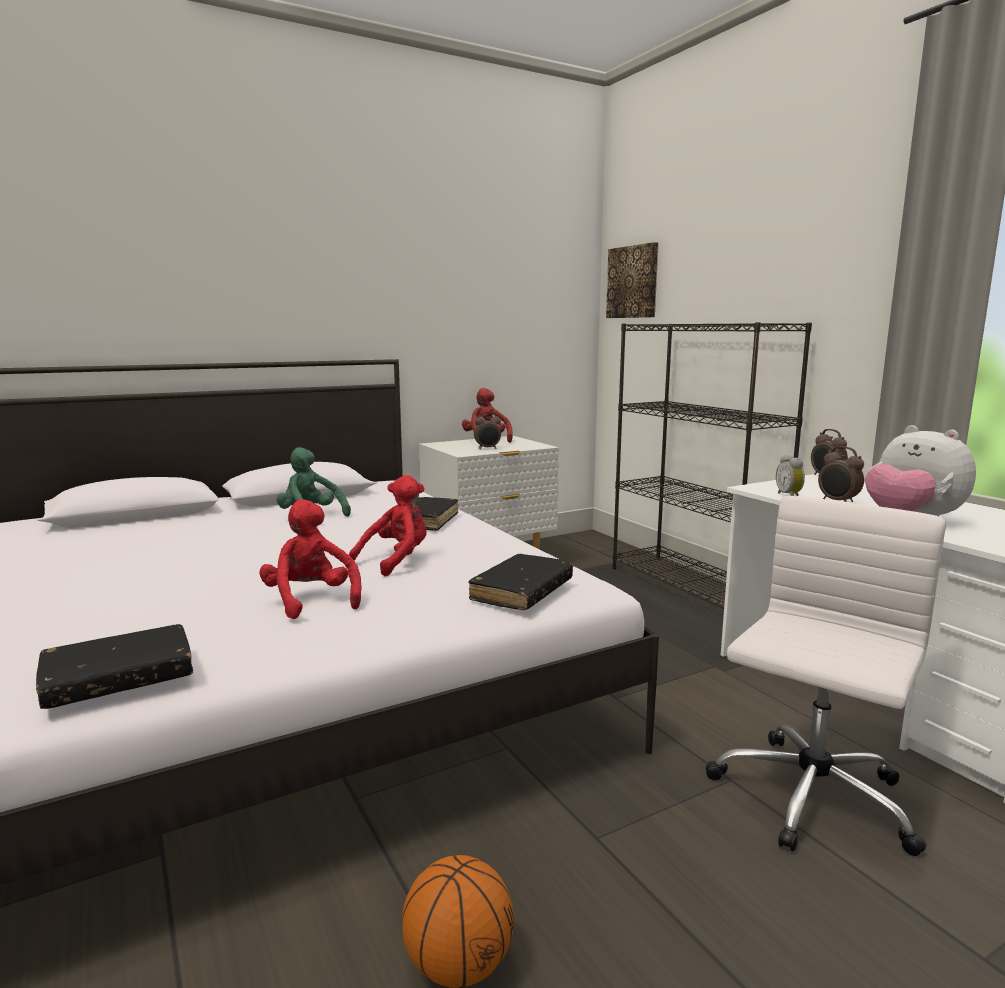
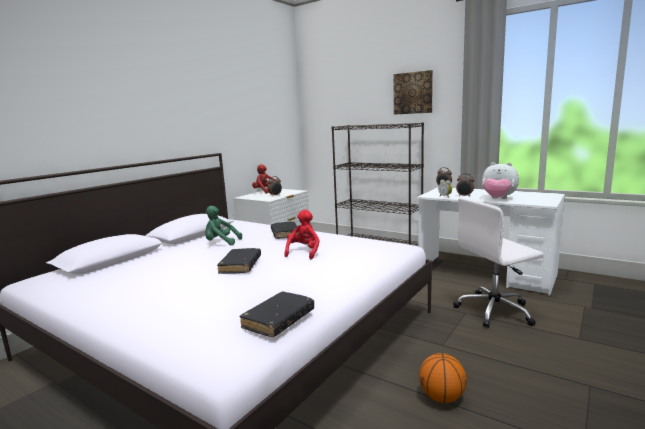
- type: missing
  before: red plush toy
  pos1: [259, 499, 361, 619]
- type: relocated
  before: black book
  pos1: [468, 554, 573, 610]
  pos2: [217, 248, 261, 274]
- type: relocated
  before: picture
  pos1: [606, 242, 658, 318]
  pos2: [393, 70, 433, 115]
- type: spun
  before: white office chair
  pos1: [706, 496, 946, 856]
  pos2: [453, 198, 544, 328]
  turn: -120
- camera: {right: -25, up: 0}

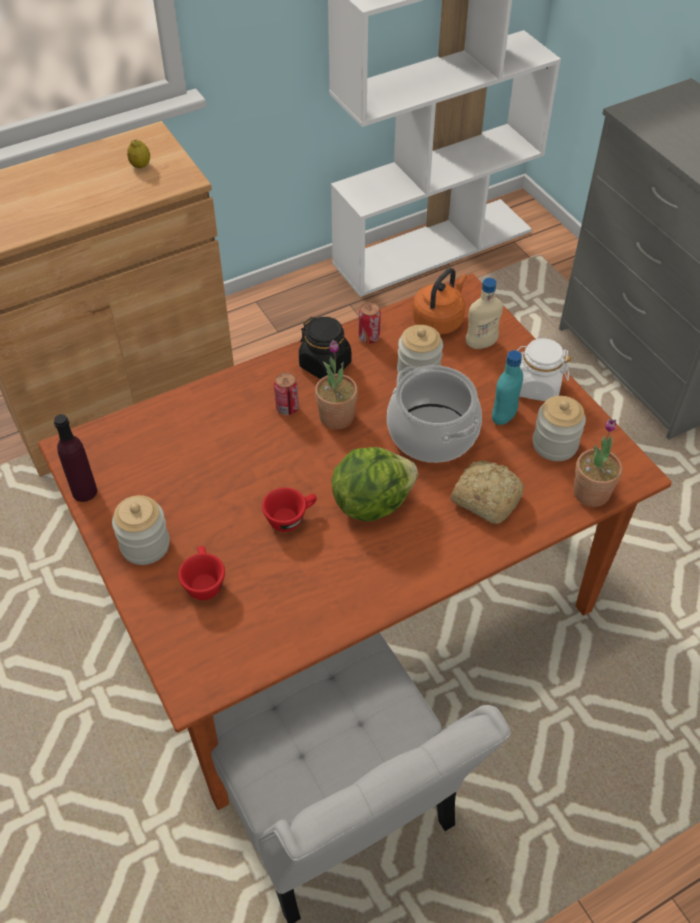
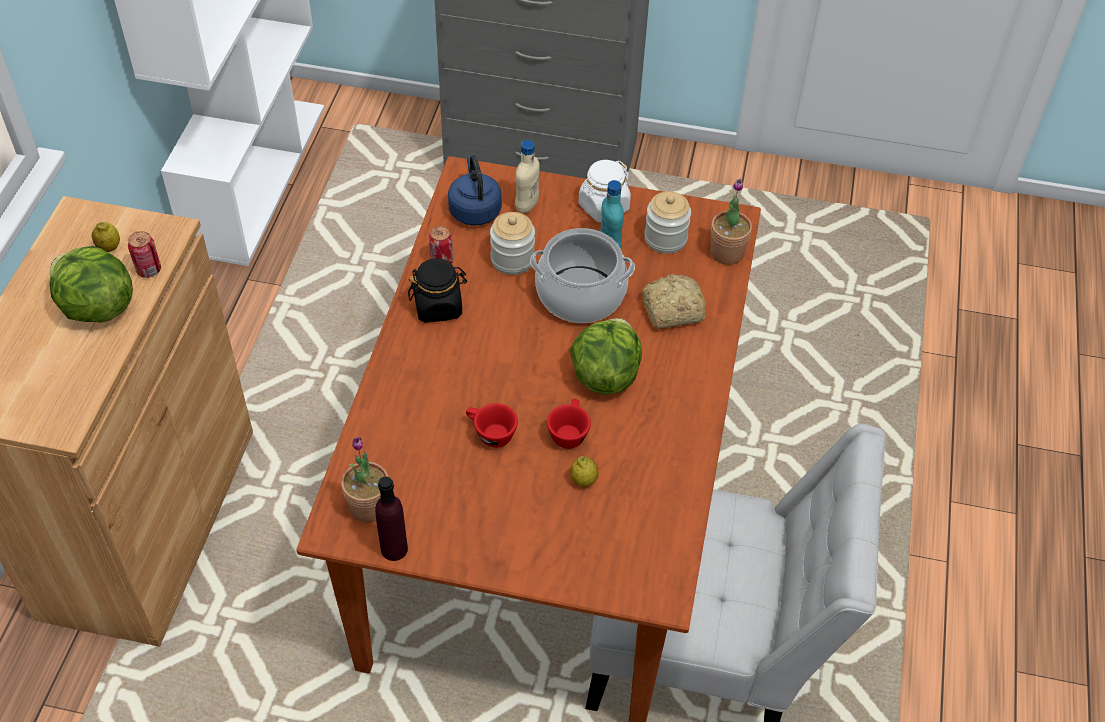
- type: missing
  before: jar
  pos1: [112, 495, 170, 565]
- type: relocated
  before: red cup
  pos1: [178, 546, 225, 600]
  pos2: [466, 403, 518, 448]
- type: relocated
  before: can
  pos1: [274, 372, 299, 415]
  pos2: [128, 231, 161, 278]
- type: relocated
  before: potted plant
  pos1: [315, 340, 358, 430]
  pos2: [341, 437, 389, 523]
- type: colour
  before: orange kettle
  after: blue kettle
  pos1: [412, 268, 467, 335]
  pos2: [448, 155, 502, 226]
- type: appeared
  after: lettuce
  pos2: [49, 246, 133, 323]
- type: appeared
  after: lemon
  pos2: [570, 456, 598, 487]
- camera: {right: -50, up: 0}

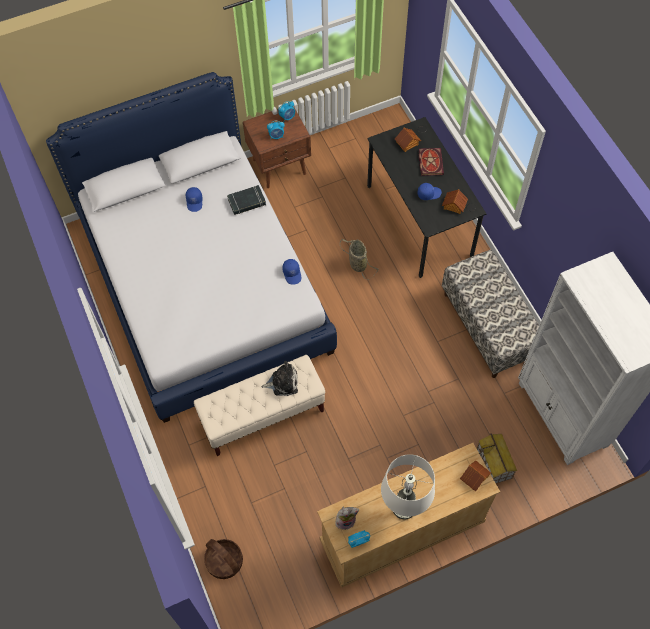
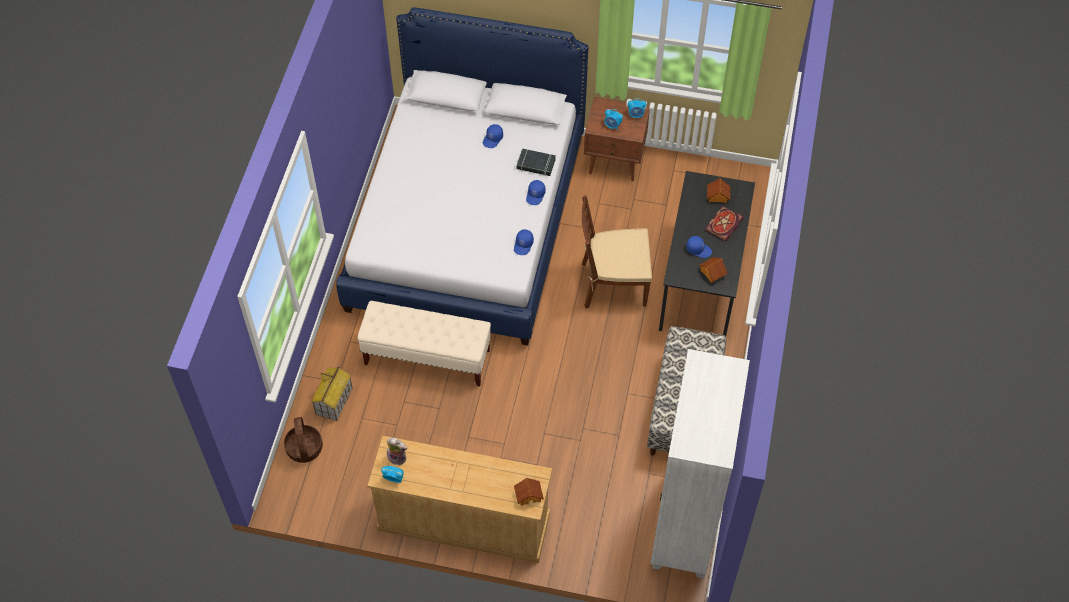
- type: missing
  before: plush toy
  pos1: [262, 361, 298, 396]
- type: exchanged
  before: basket
  after: brown chair
  pos1: [340, 239, 379, 280]
  pos2: [582, 195, 652, 308]
- type: missing
  before: white table lamp
  pos1: [381, 454, 435, 519]
- type: relocated
  before: toy house
  pos1: [477, 433, 517, 483]
  pos2: [311, 366, 353, 421]
- type: appeared
  after: blue cap
  pos2: [526, 180, 546, 205]
- camera: {right: 35, up: -5}

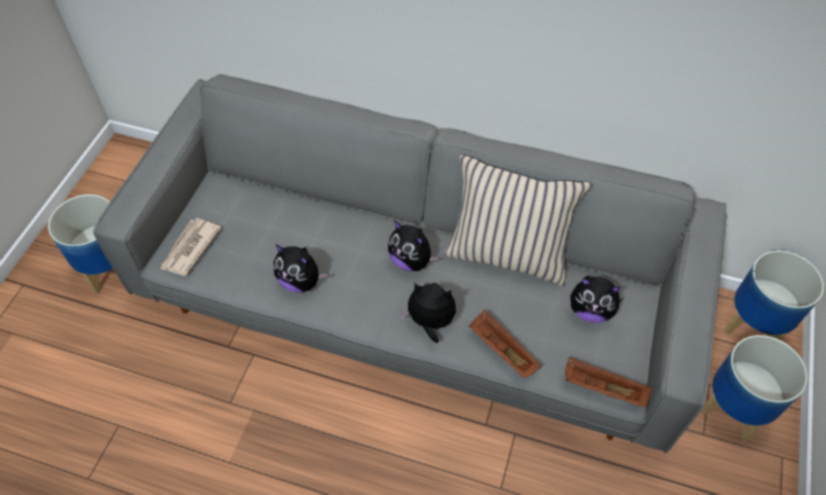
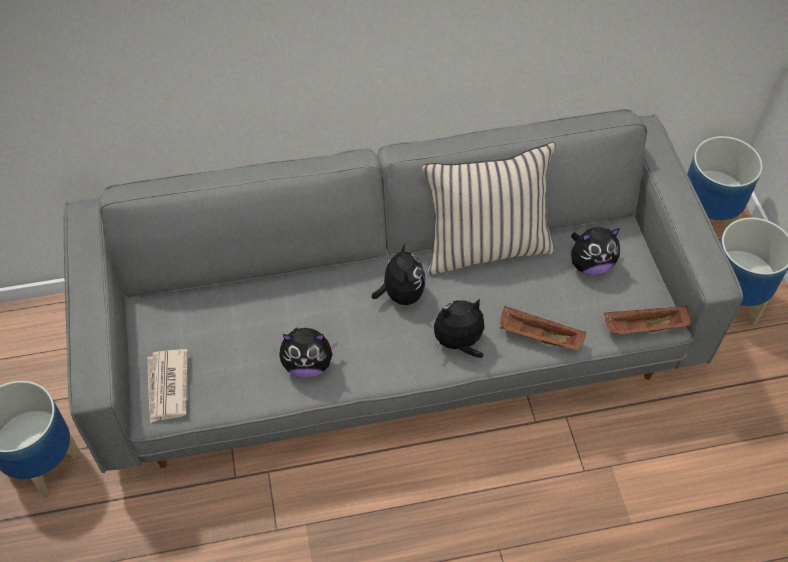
- type: spun
  before: plush toy
  pos1: [388, 221, 439, 272]
  pos2: [372, 243, 426, 305]
  turn: -105
- camera: {right: -30, up: 0}

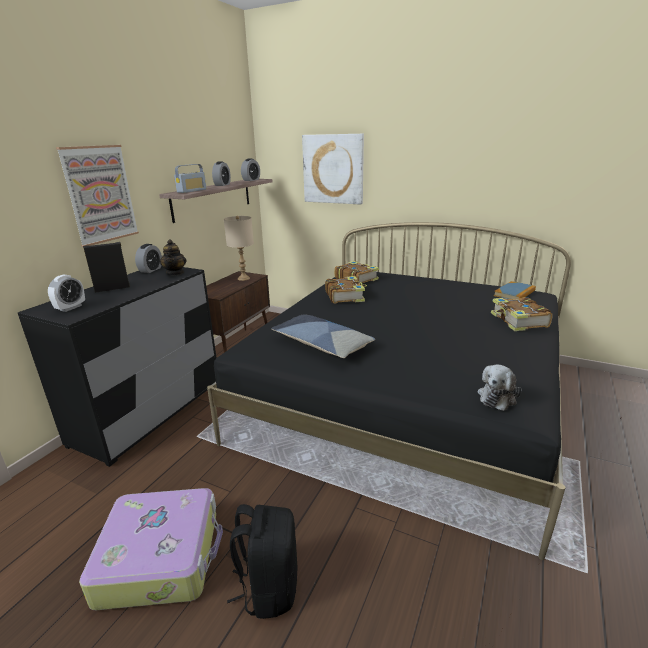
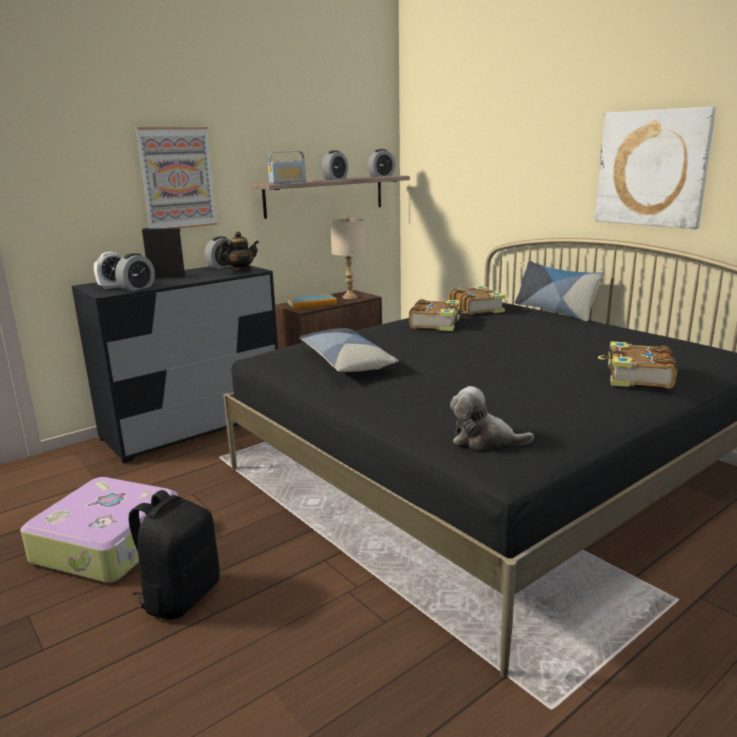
- type: spun
  before: teapot
  pos1: [160, 240, 186, 275]
  pos2: [218, 231, 259, 272]
  turn: -135
- type: relocated
  before: picture
  pos1: [302, 134, 364, 205]
  pos2: [595, 106, 716, 229]
- type: spun
  before: plush toy
  pos1: [477, 364, 522, 411]
  pos2: [450, 386, 534, 450]
  turn: 45
- type: relocated
  before: book
  pos1: [494, 281, 536, 299]
  pos2: [287, 294, 337, 309]
- type: appeared
  after: alarm clock
  pos2: [115, 253, 155, 291]
- type: appeared
  after: pillow
  pos2: [515, 260, 603, 321]
- camera: {right: 25, up: -5}

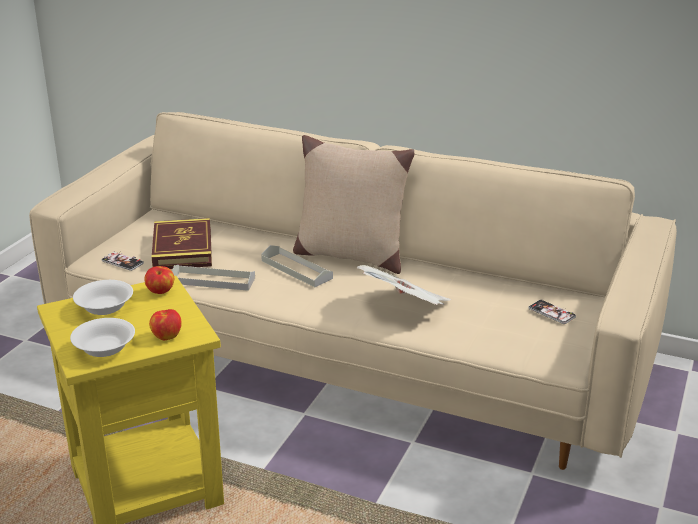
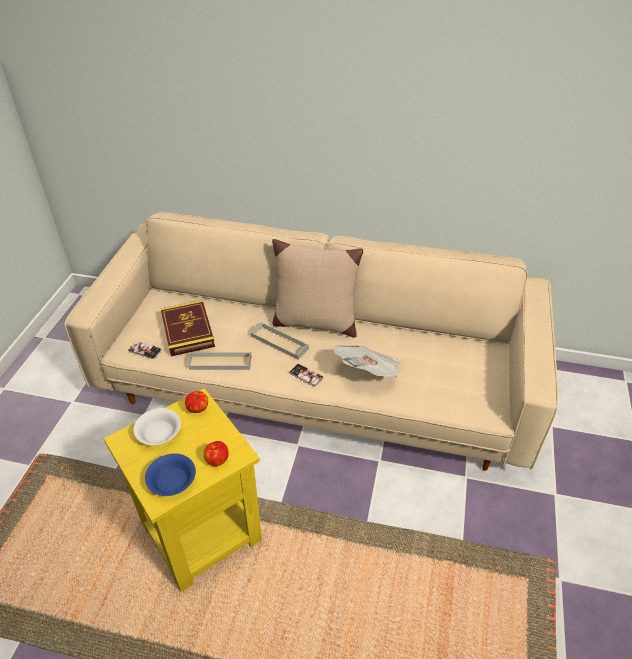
- type: colour
  before: white bowl
  after: blue bowl
  pos1: [70, 318, 135, 357]
  pos2: [145, 453, 196, 496]
- type: relocated
  before: phone
  pos1: [528, 300, 576, 324]
  pos2: [289, 364, 323, 387]
- camera: {right: -10, up: 15}

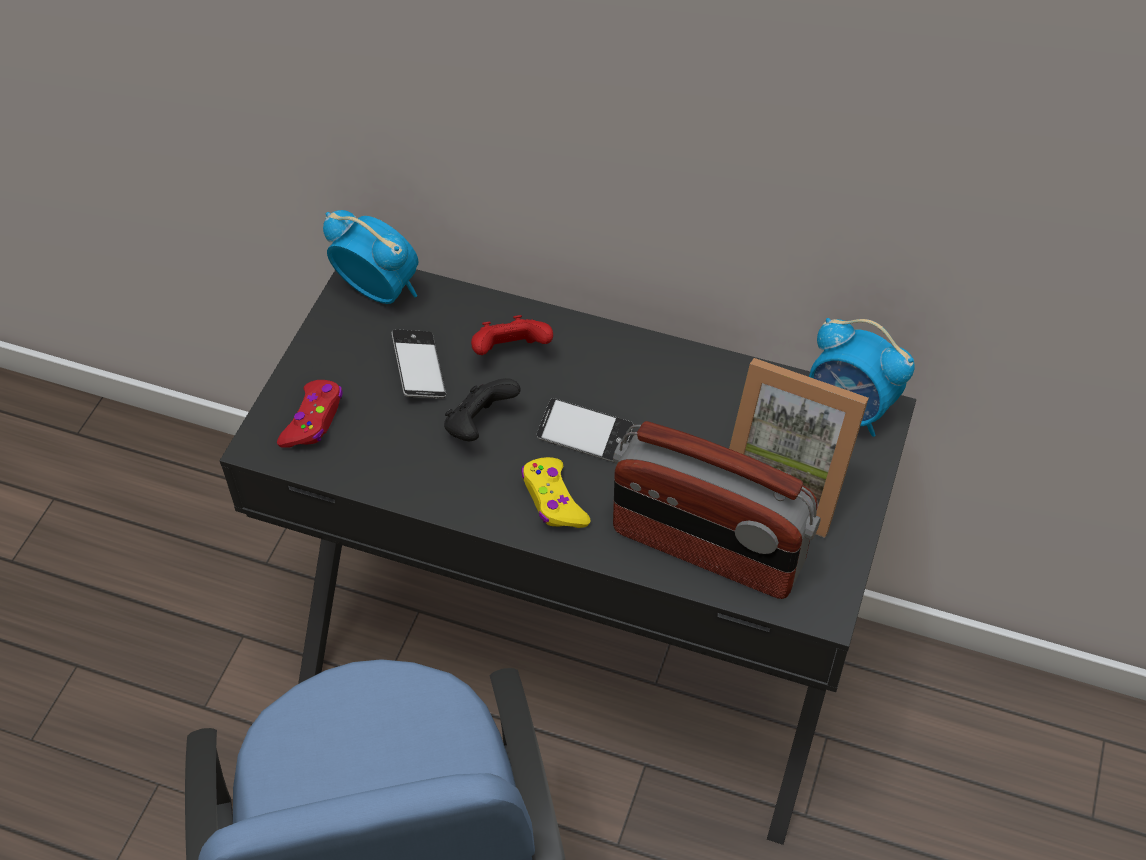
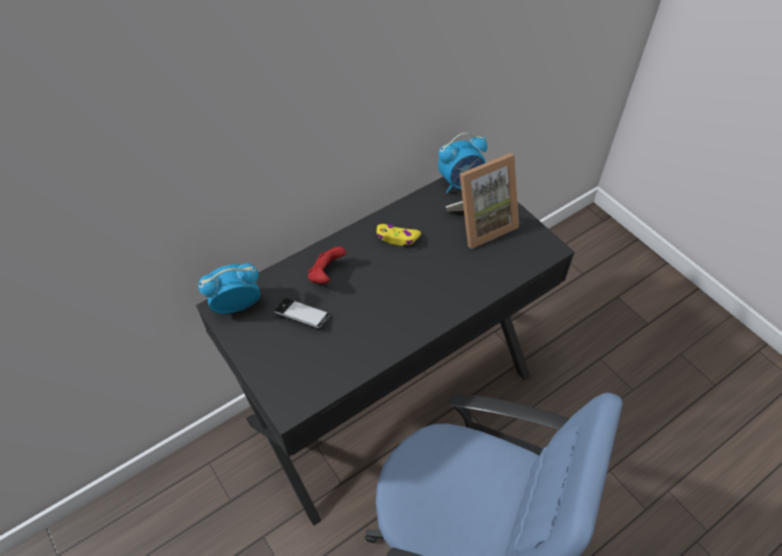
- type: missing
  before: red game controller
  pos1: [277, 380, 343, 448]
- type: missing
  before: black game controller
  pos1: [444, 378, 520, 441]
- type: relocated
  before: yellow game controller
  pos1: [521, 457, 591, 528]
  pos2: [377, 224, 421, 246]
- type: missing
  before: phone
  pos1: [536, 398, 634, 462]
- type: missing
  before: radio
  pos1: [613, 421, 821, 599]
- camera: {right: -55, up: 0}

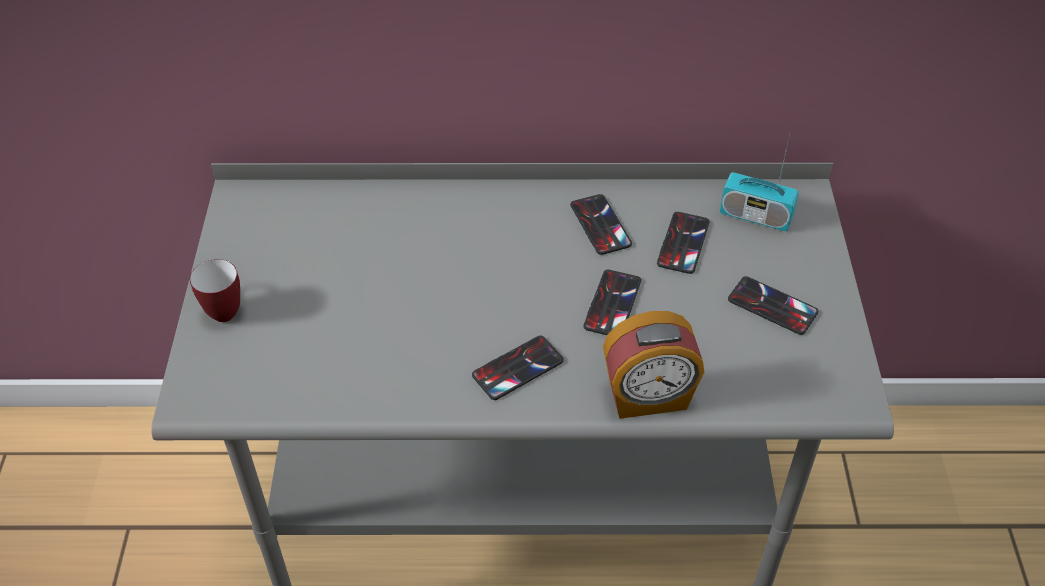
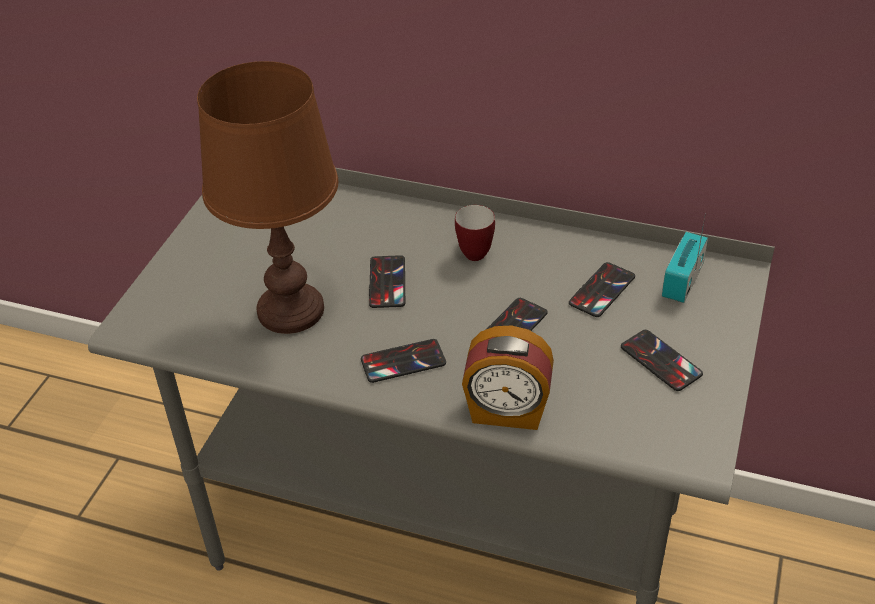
- type: relocated
  before: mug
  pos1: [190, 259, 240, 322]
  pos2: [455, 205, 495, 261]
- type: relocated
  before: phone
  pos1: [570, 194, 632, 255]
  pos2: [369, 255, 405, 308]
- type: spun
  before: radio
  pos1: [720, 131, 799, 231]
  pos2: [662, 213, 708, 303]
  turn: 75
- type: appeared
  after: brown table lamp
  pos2: [197, 61, 338, 334]
- camera: {right: 20, up: -5}

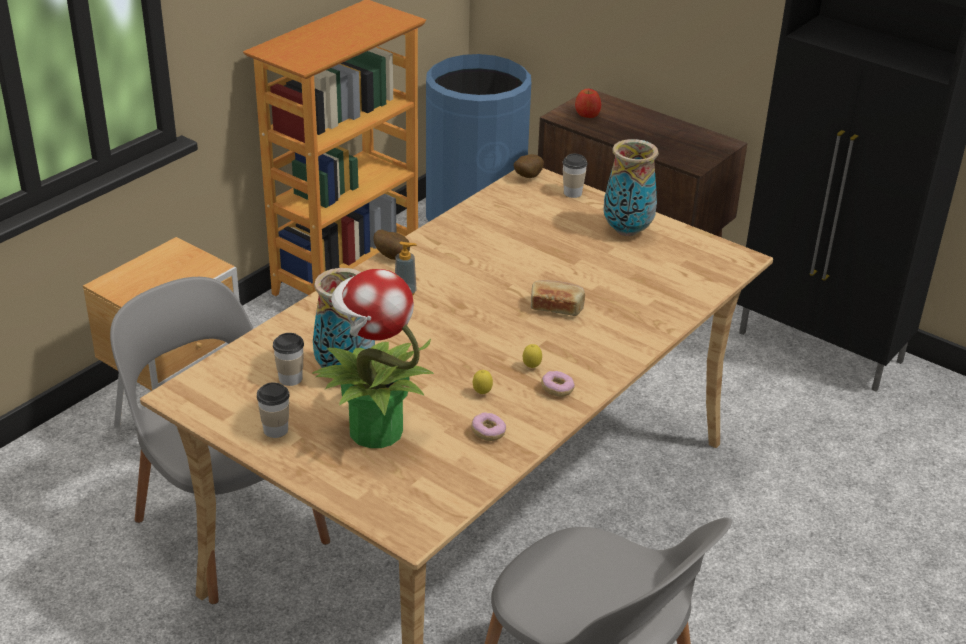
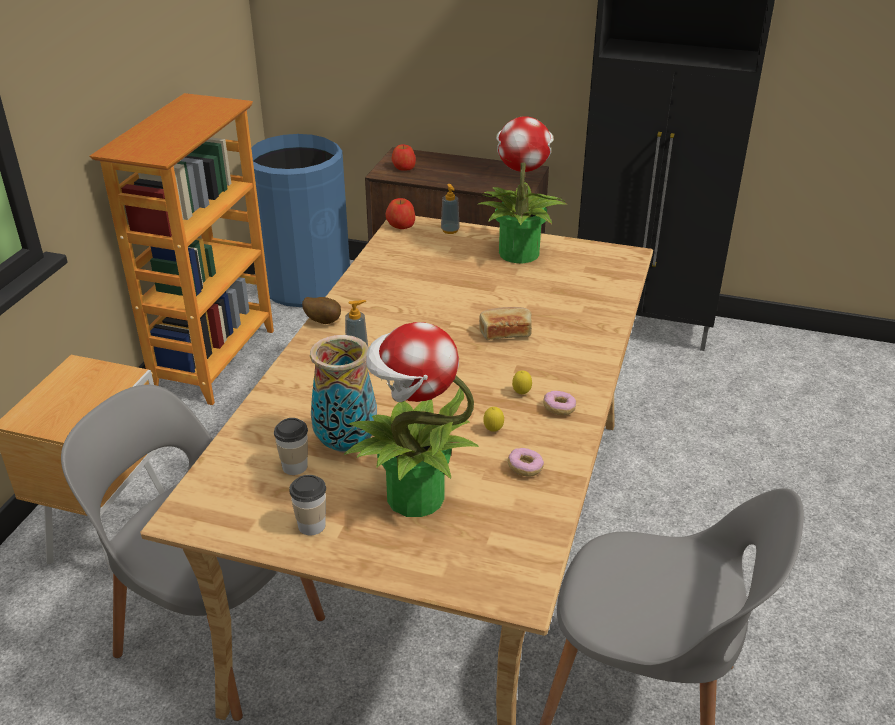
- type: exchanged
  before: potato
  after: apple
  pos1: [514, 154, 544, 178]
  pos2: [386, 198, 415, 229]
- type: exchanged
  before: cup
  after: soap dispenser
  pos1: [563, 154, 587, 198]
  pos2: [441, 184, 460, 234]
- type: exchanged
  before: vase
  after: potted plant
  pos1: [603, 139, 659, 236]
  pos2: [479, 117, 567, 264]
- camera: {right: -20, up: 0}

